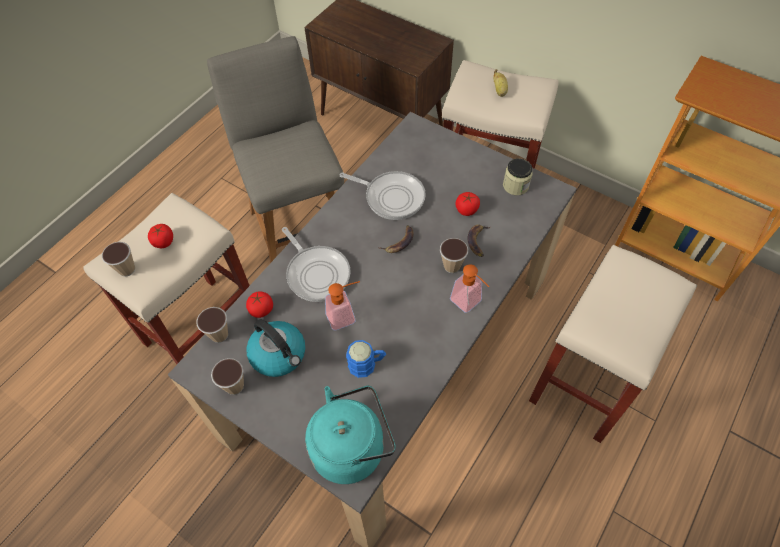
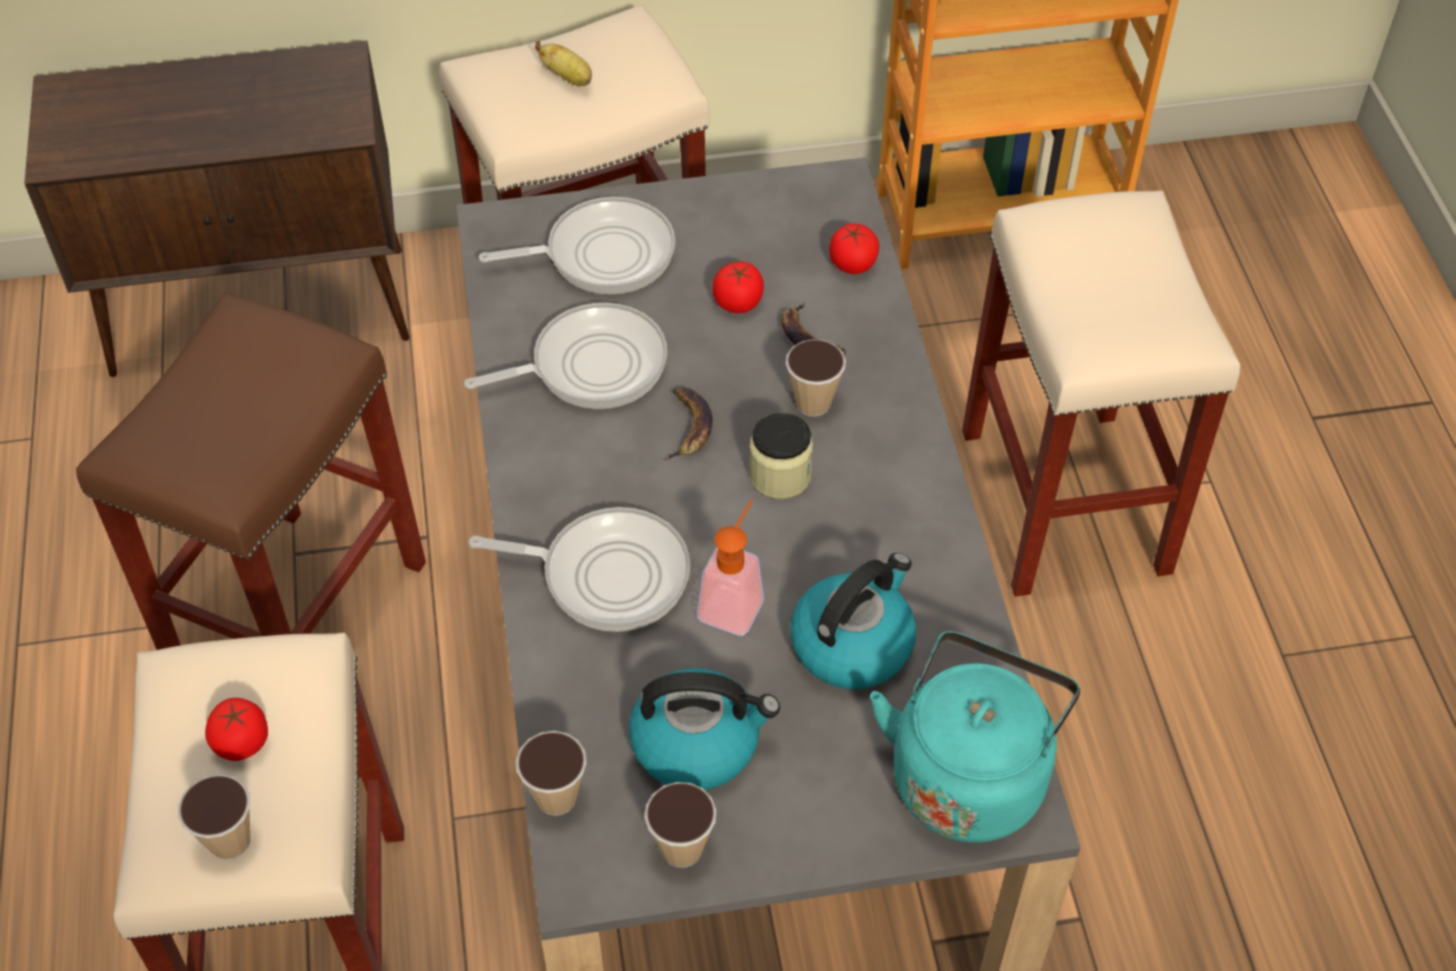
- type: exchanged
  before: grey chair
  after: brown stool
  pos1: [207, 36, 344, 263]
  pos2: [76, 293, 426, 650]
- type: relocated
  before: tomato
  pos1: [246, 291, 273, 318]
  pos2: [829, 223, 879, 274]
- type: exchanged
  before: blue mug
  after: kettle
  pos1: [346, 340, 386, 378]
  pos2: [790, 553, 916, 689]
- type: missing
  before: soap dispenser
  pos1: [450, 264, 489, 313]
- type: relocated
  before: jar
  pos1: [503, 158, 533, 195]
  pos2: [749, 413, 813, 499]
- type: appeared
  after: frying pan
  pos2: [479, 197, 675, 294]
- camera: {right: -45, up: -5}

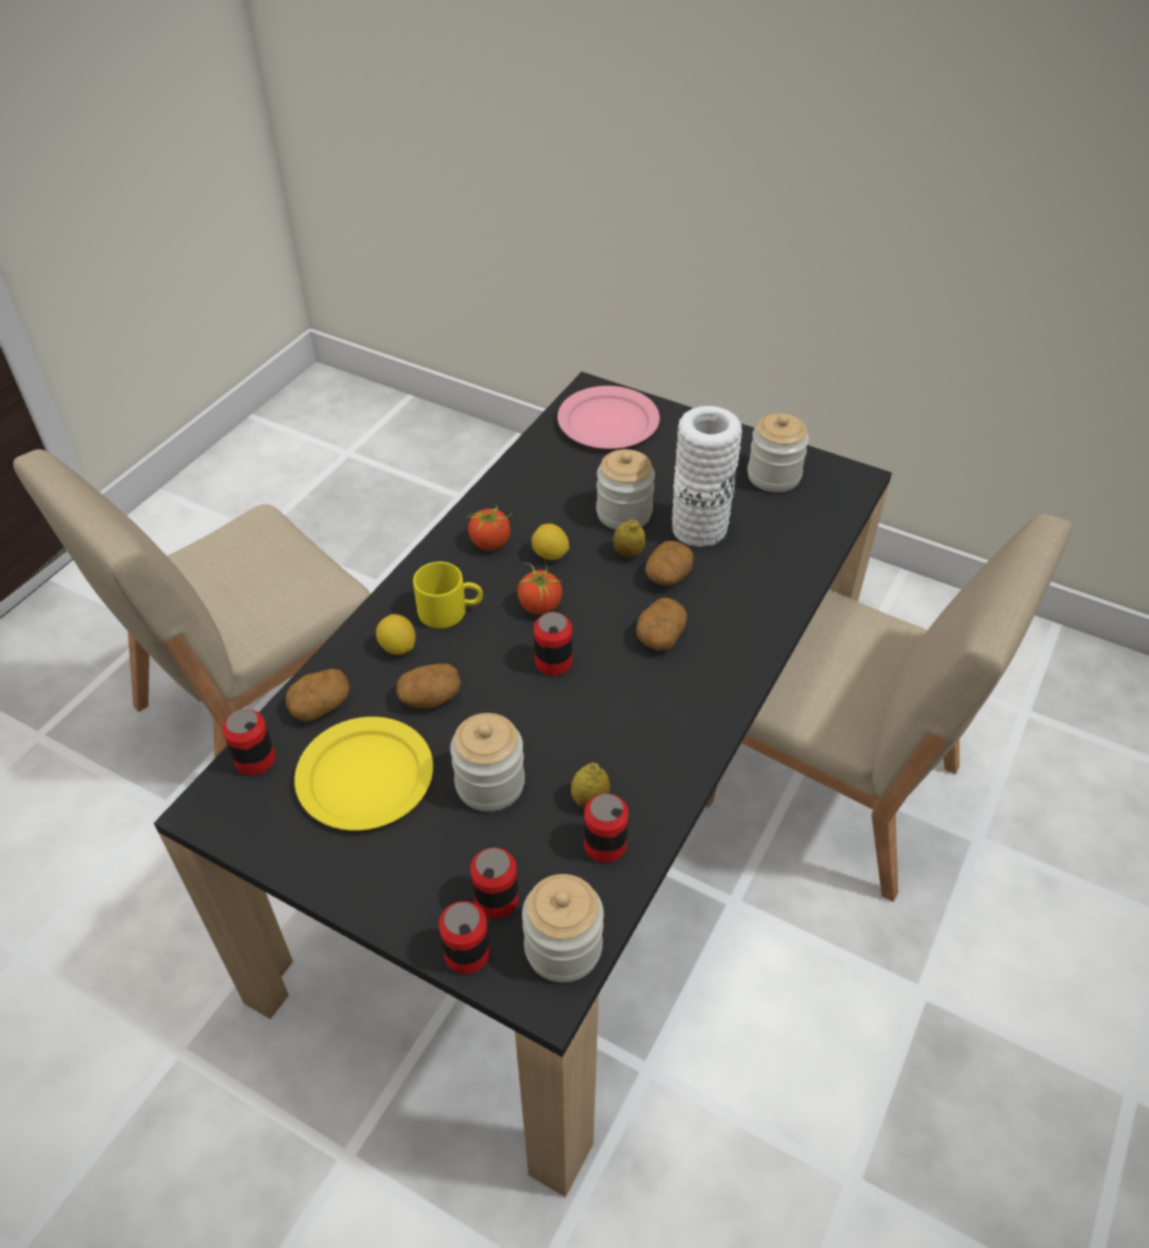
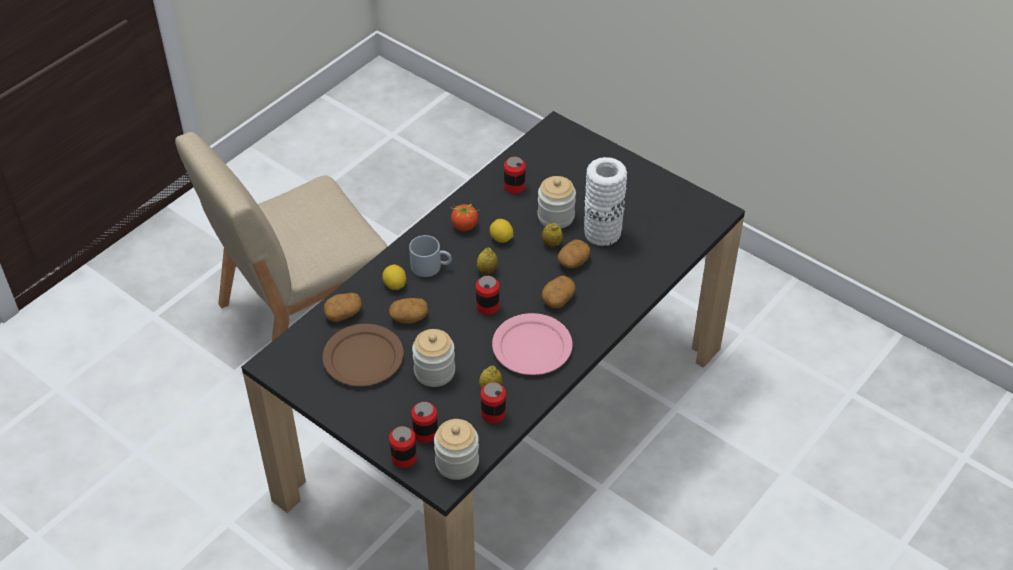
- type: relocated
  before: can
  pos1: [222, 709, 276, 775]
  pos2: [504, 157, 526, 194]
- type: colour
  before: yellow plate
  after: brown plate
  pos1: [294, 717, 433, 830]
  pos2: [322, 324, 404, 386]
- type: colour
  before: yellow mug
  after: grey mug
  pos1: [413, 562, 483, 628]
  pos2: [409, 235, 452, 277]
- type: exchanged
  before: tomato
  after: lemon
  pos1: [517, 562, 562, 614]
  pos2: [477, 248, 498, 275]
- type: relocated
  before: pink plate
  pos1: [557, 386, 660, 449]
  pos2: [492, 313, 573, 375]
- type: missing
  before: beige chair
  pos1: [705, 514, 1072, 902]
- type: missing
  before: jar
  pos1: [747, 413, 809, 492]
- camera: {right: 10, up: 0}

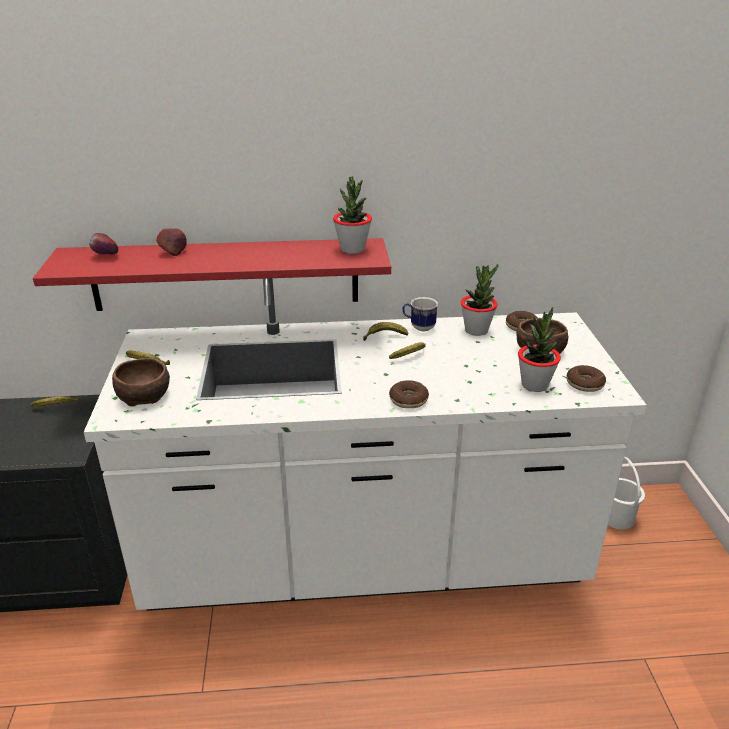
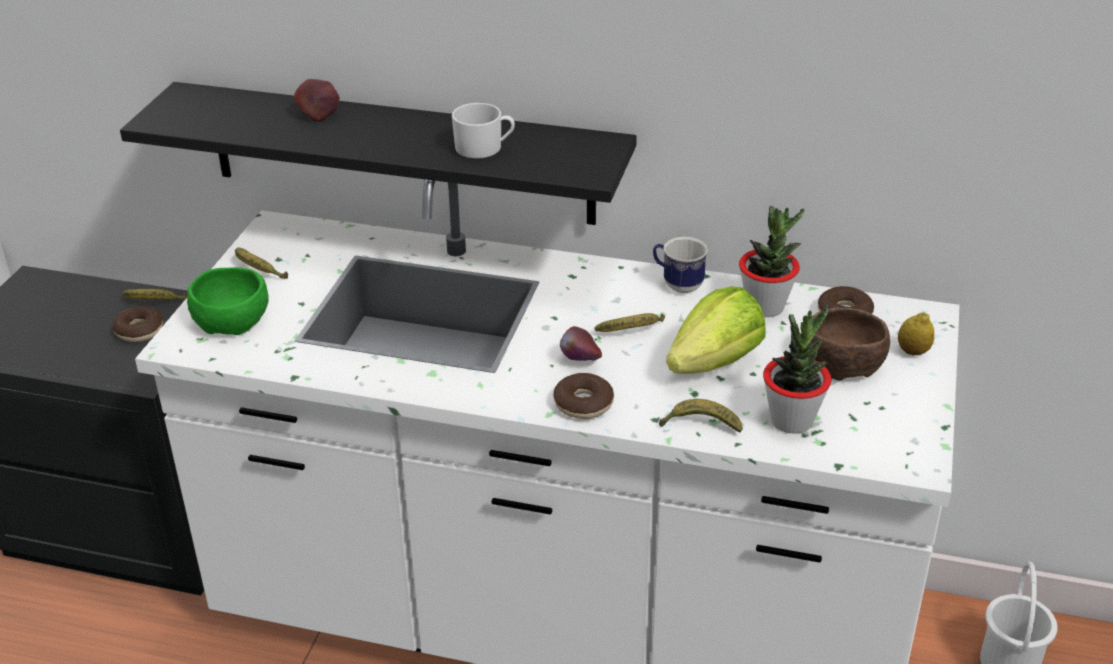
- type: colour
  before: red shelf
  after: black shelf
  pos1: [33, 238, 391, 311]
  pos2: [120, 82, 637, 225]
- type: relocated
  before: apple
  pos1: [89, 233, 119, 254]
  pos2: [560, 326, 602, 361]
- type: colour
  before: brown bowl
  after: green bowl
  pos1: [112, 358, 170, 406]
  pos2: [187, 267, 269, 335]
- type: missing
  before: potted plant
  pos1: [333, 176, 372, 254]
- type: relocated
  before: banana
  pos1: [363, 322, 408, 341]
  pos2: [659, 399, 743, 433]
- type: relocated
  before: donut
  pos1: [566, 365, 606, 392]
  pos2: [112, 306, 163, 342]
- type: appeared
  after: white mug
  pos2: [452, 103, 515, 158]
- type: appeared
  after: lettuce
  pos2: [666, 286, 766, 374]
- type: appeared
  after: lemon
  pos2: [898, 312, 934, 355]
- camera: {right: 20, up: 5}

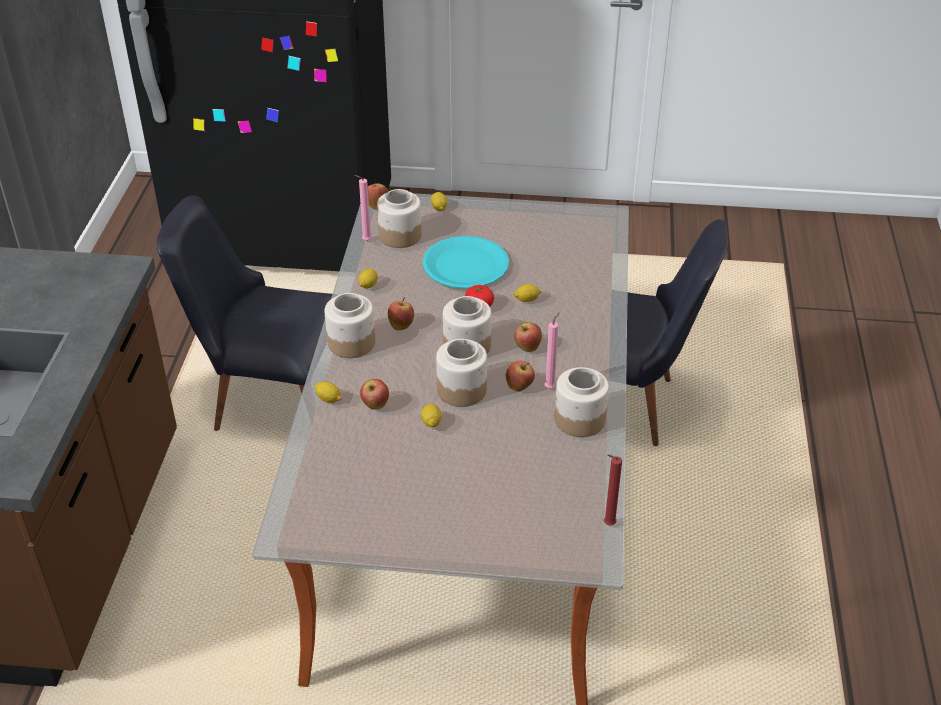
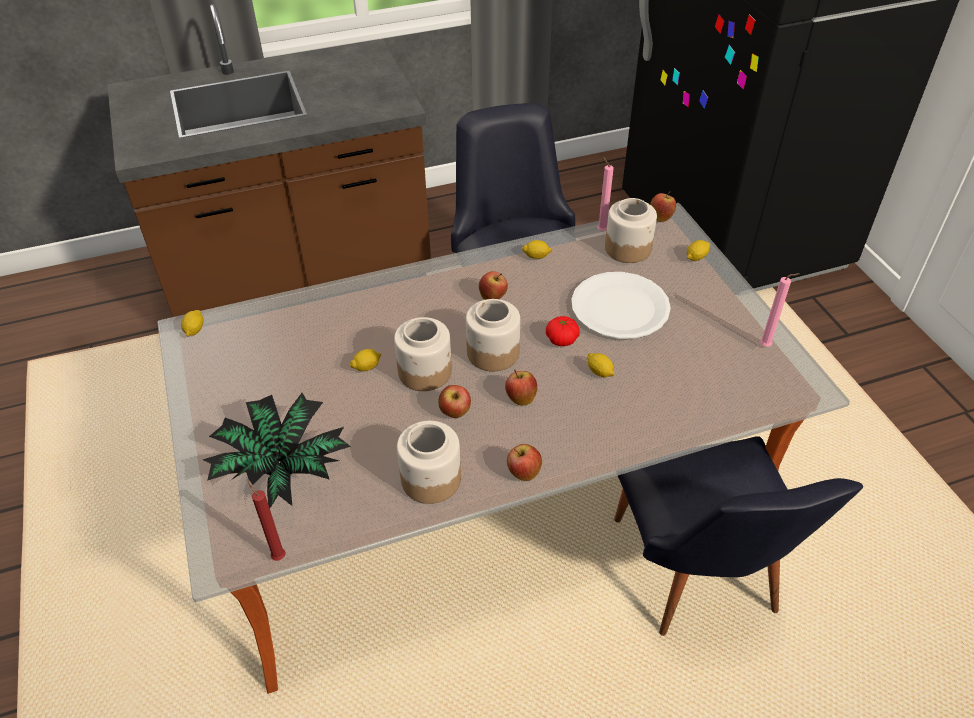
- type: relocated
  before: lemon
  pos1: [315, 382, 342, 403]
  pos2: [181, 310, 204, 336]
- type: missing
  before: jar
  pos1: [325, 293, 375, 358]
- type: relocated
  before: apple
  pos1: [360, 379, 389, 409]
  pos2: [507, 444, 542, 481]
- type: colour
  before: turquoise plate
  after: white plate
  pos1: [422, 236, 509, 289]
  pos2: [571, 272, 671, 339]
- type: relocated
  before: pink candle
  pos1: [544, 312, 560, 388]
  pos2: [760, 273, 799, 346]
- type: appeared
  after: potted plant
  pos2: [203, 393, 351, 508]
- camera: {right: 65, up: 5}

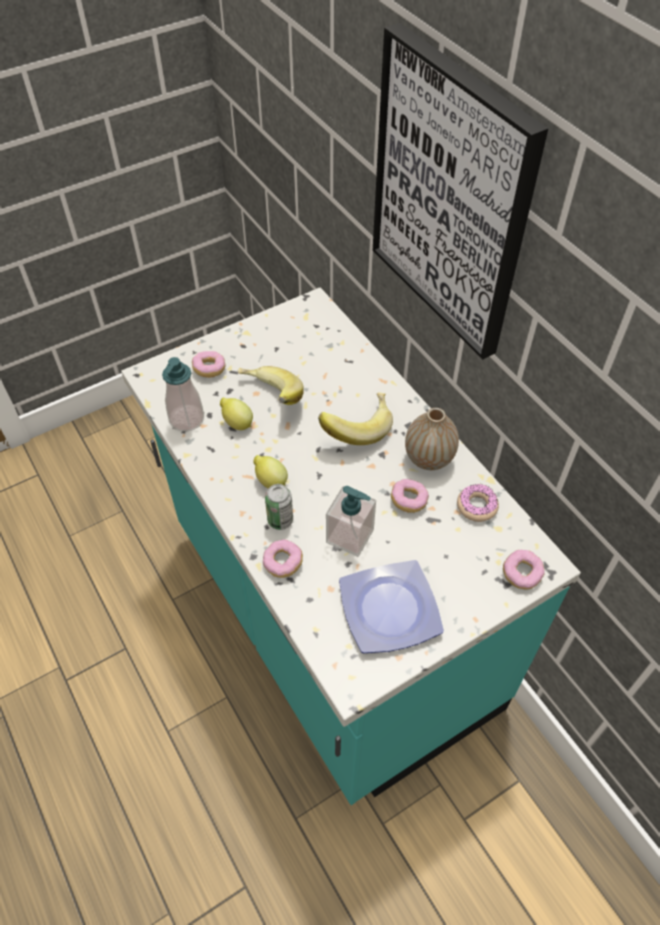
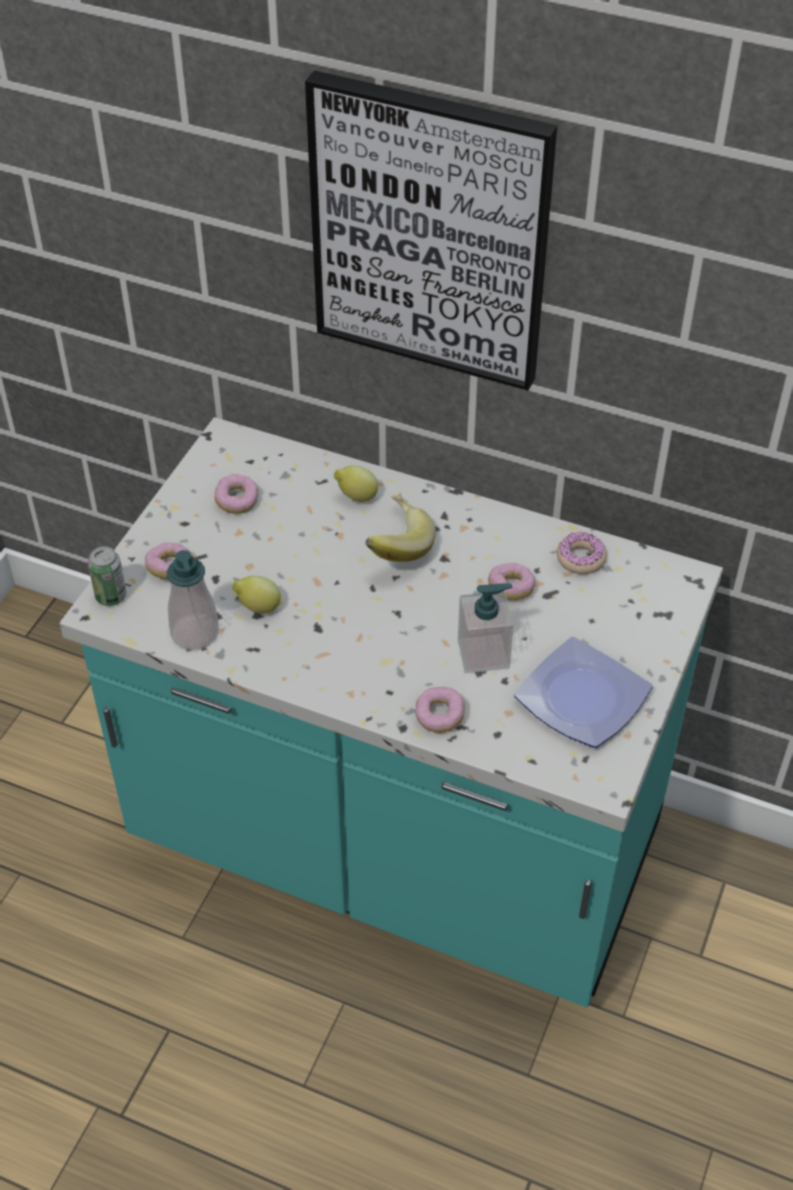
- type: missing
  before: banana
  pos1: [238, 366, 304, 405]
- type: relocated
  before: lemon
  pos1: [253, 455, 288, 489]
  pos2: [334, 465, 378, 502]
- type: relocated
  before: can
  pos1: [265, 484, 293, 530]
  pos2: [88, 546, 127, 606]
- type: missing
  before: vase
  pos1: [405, 408, 459, 470]
- type: relocated
  before: donut
  pos1: [503, 550, 545, 590]
  pos2: [214, 474, 258, 514]
- camera: {right: -35, up: -5}

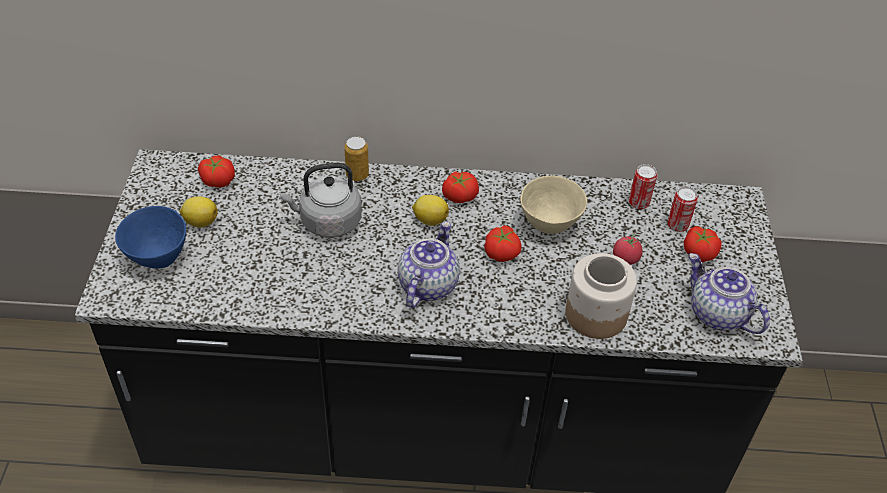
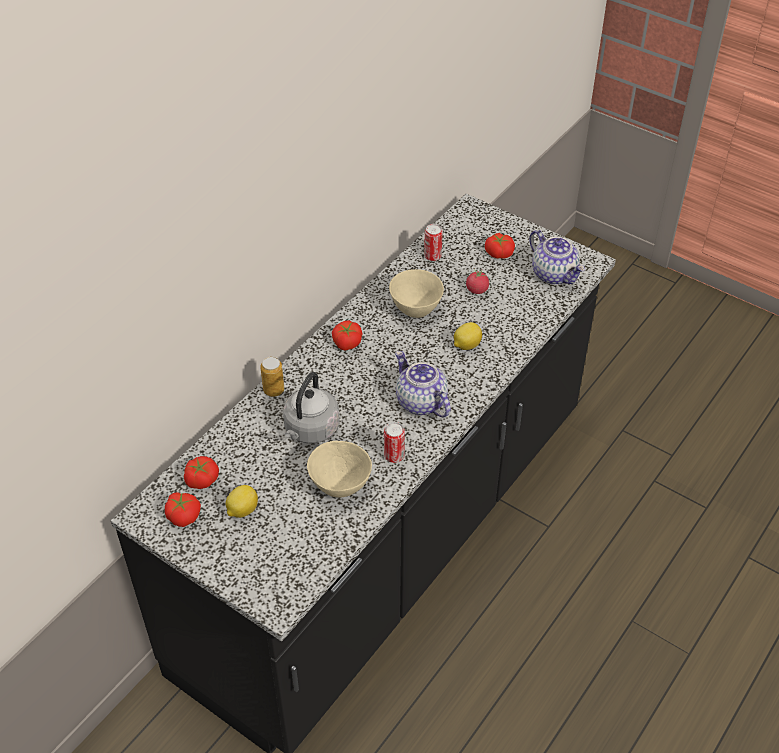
- type: missing
  before: blue bowl
  pos1: [115, 206, 186, 269]
- type: relocated
  before: lemon
  pos1: [412, 195, 449, 226]
  pos2: [454, 322, 482, 350]
- type: relocated
  before: tomato
  pos1: [484, 225, 522, 262]
  pos2: [165, 492, 201, 527]
- type: missing
  before: jar
  pos1: [566, 253, 637, 339]
- type: relocated
  before: can
  pos1: [667, 186, 698, 232]
  pos2: [384, 422, 405, 463]
- type: spun
  before: teapot
  pos1: [688, 253, 770, 334]
  pos2: [529, 230, 585, 285]
  turn: -120
- type: appeared
  after: beige bowl
  pos2: [307, 441, 372, 498]
- camera: {right: -55, up: 0}

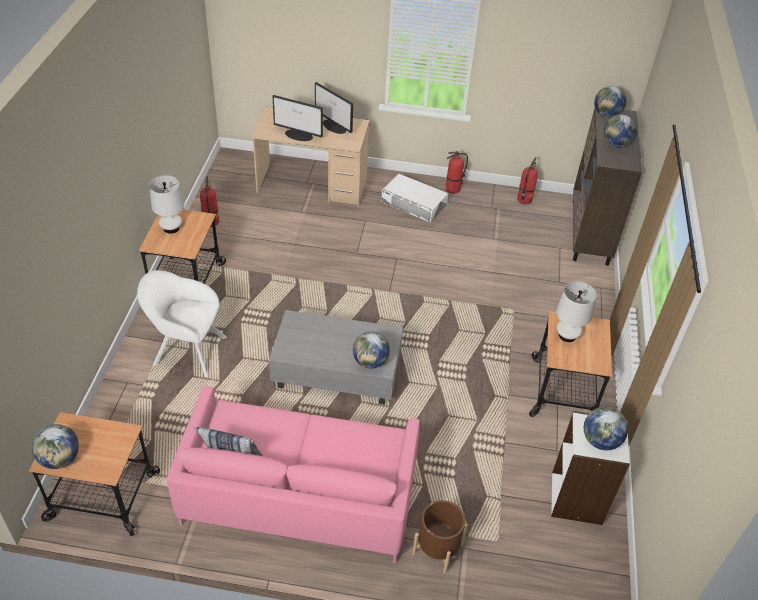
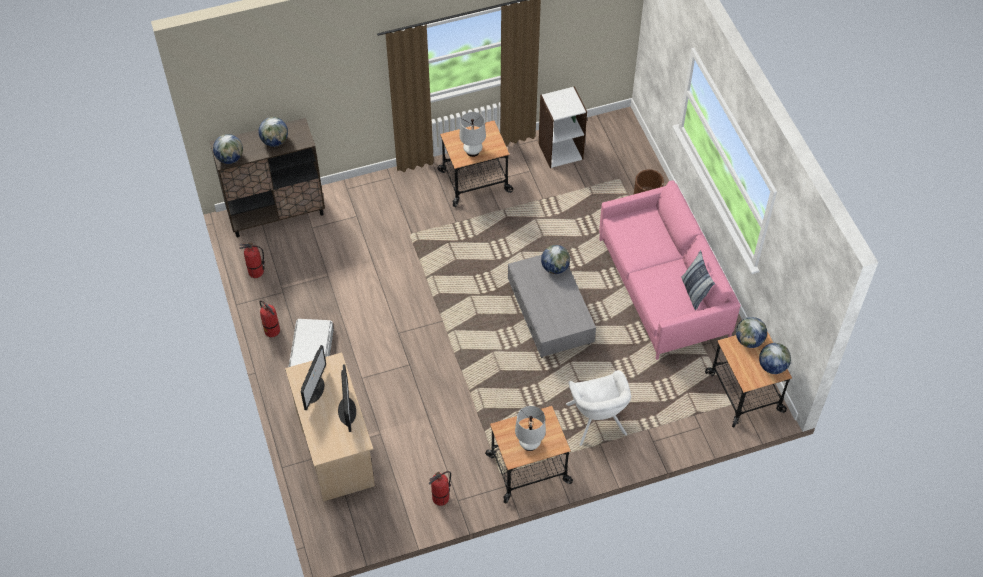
- type: relocated
  before: globe
  pos1: [584, 407, 628, 450]
  pos2: [736, 317, 767, 348]
- camera: {right: -115, up: 10}

